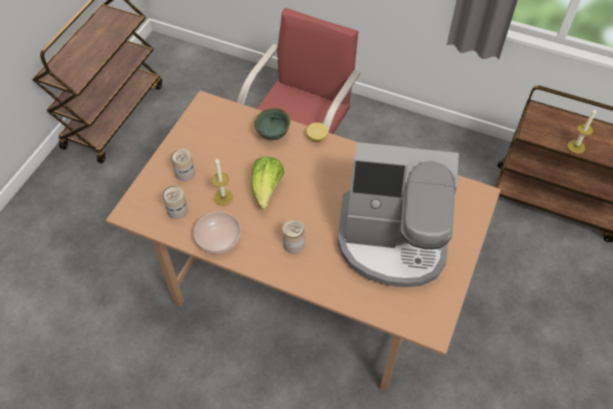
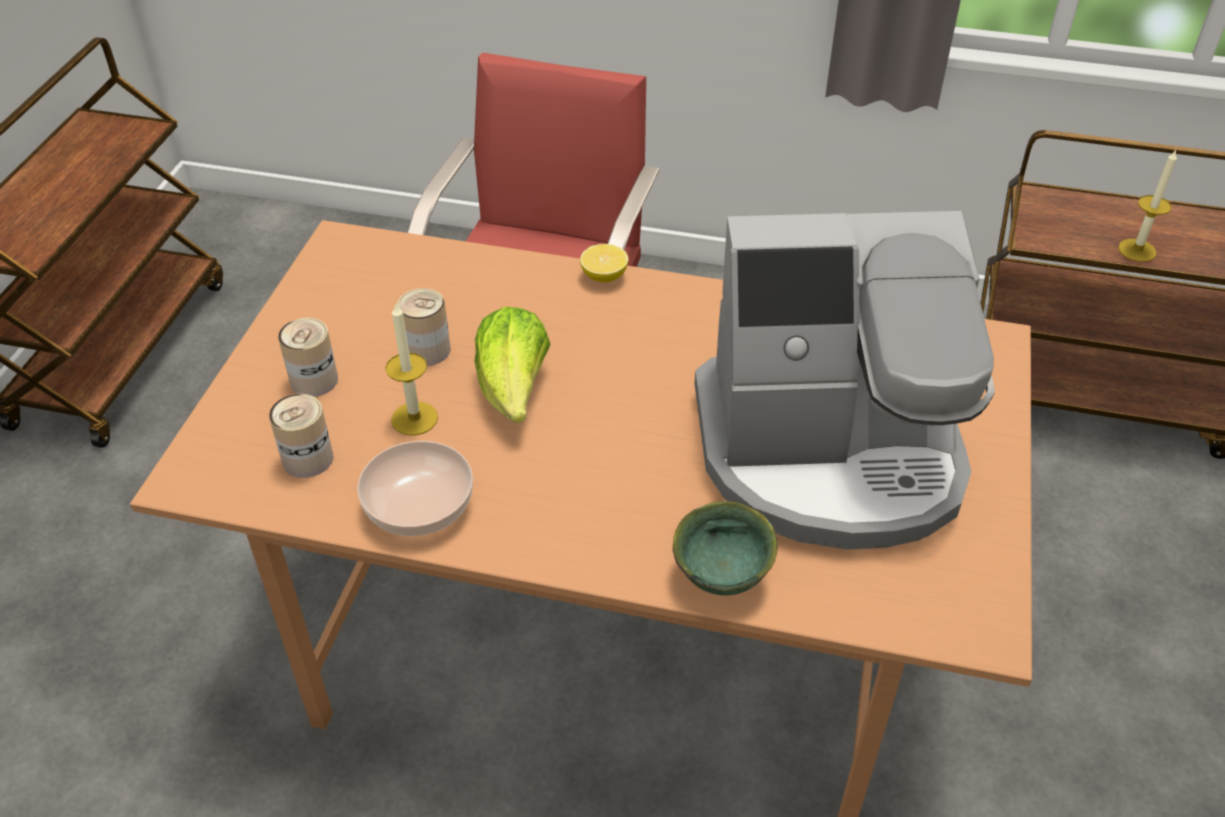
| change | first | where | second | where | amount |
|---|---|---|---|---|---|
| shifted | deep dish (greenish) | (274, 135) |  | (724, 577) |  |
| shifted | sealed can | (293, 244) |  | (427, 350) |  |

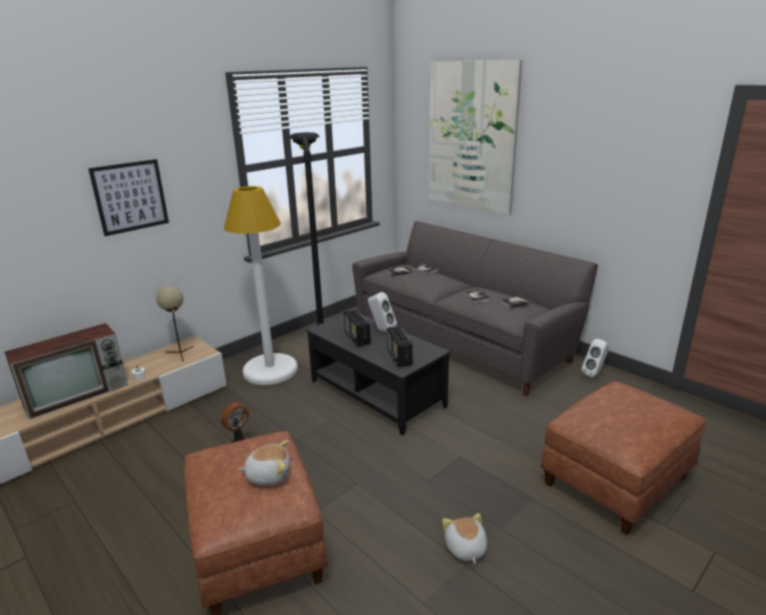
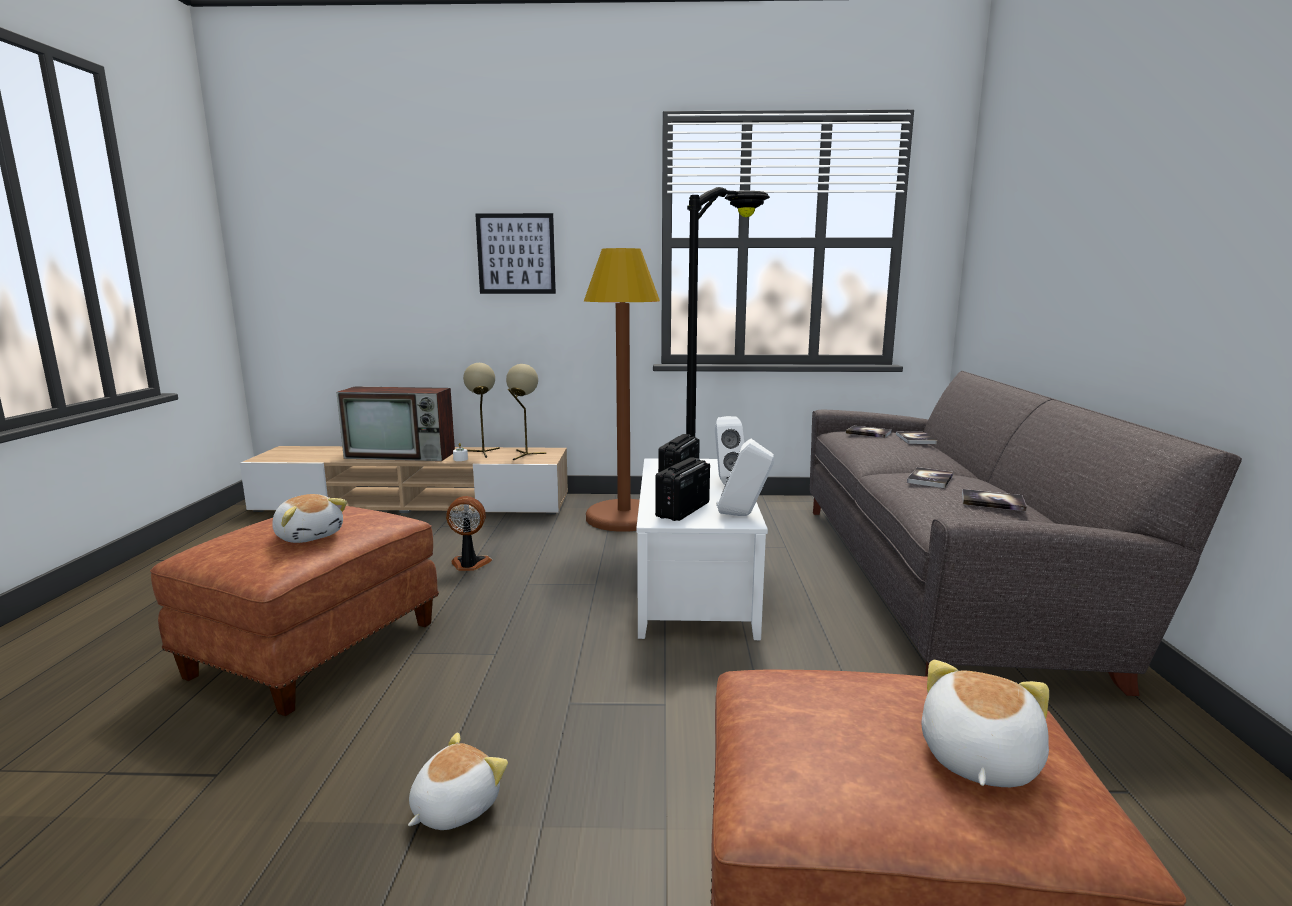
| change | first | where | second | where | amount |
|---|---|---|---|---|---|
| repainted | standard lamp (white-coloured) | (270, 370) | standard lamp (brown) | (624, 517) |  |
| repainted | coffee table (black-coloured) | (377, 393) | coffee table (white-coloured) | (696, 584) |  |
| gone | wall picture | (471, 137) |  |  |  |
| shifted | loudspeaker (white-coloured) | (595, 374) |  | (743, 515) |  |
| new |  |  | lamp for a table (sand-coloured) | (484, 452) |  |
| new |  |  | soft toy | (976, 758) |  |

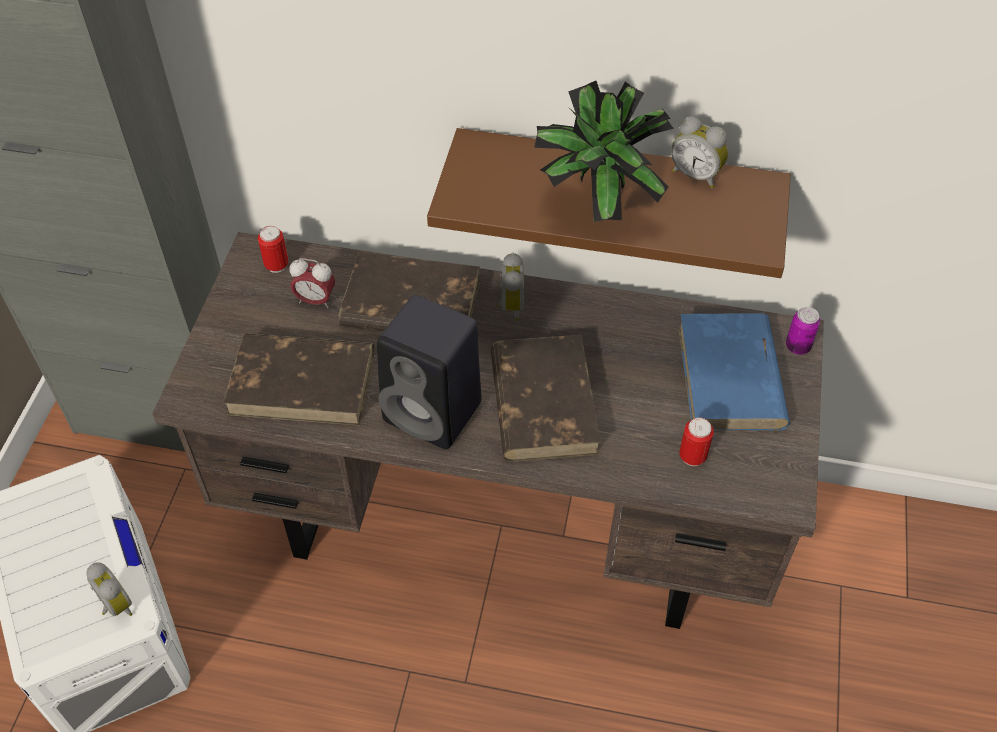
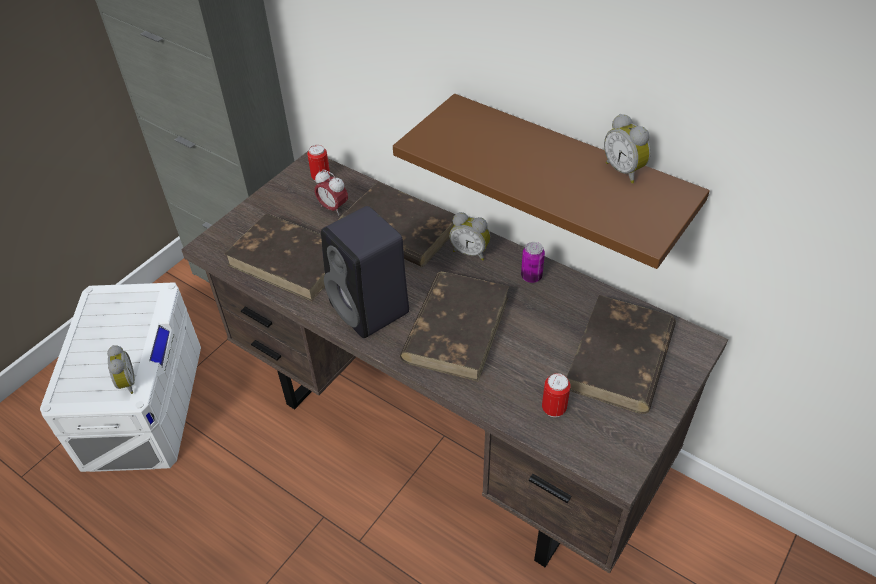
| change | first | where | second | where | amount |
|---|---|---|---|---|---|
| rotated | alarm clock | (509, 306) |  | (470, 252) | 90 degrees clockwise |
| gone | houseplant | (595, 206) |  |  |  |
| repainted | bound book (blue-coloured) | (730, 378) | bound book (brown) | (620, 359) |  |
| shifted | sealed can | (797, 346) |  | (531, 277) |  |

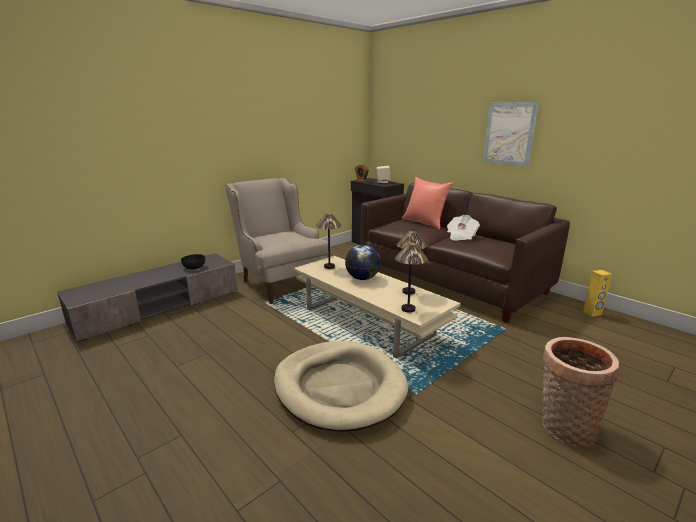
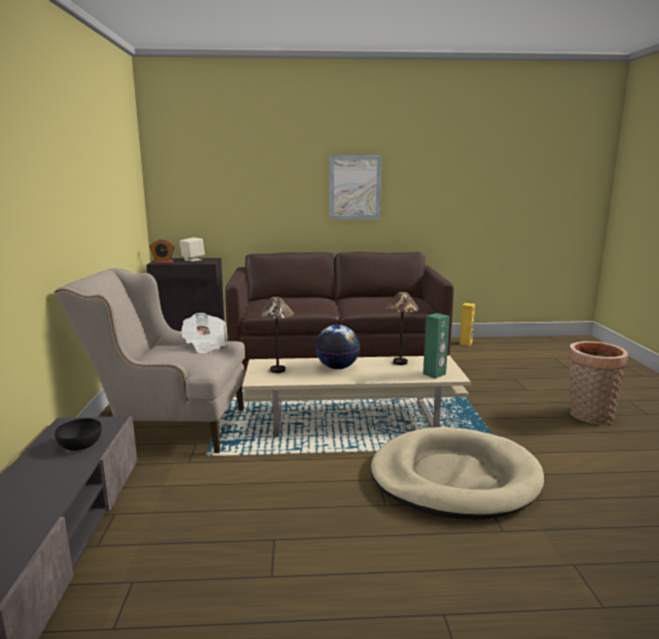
| change | first | where | second | where | amount |
|---|---|---|---|---|---|
| swapped | lamp for a table | (408, 309) | loudspeaker (greenish) | (434, 374) |  |
| gone | pillow (reddish) | (424, 223) |  |  |  |
| shifted | daily paper | (461, 236) |  | (205, 345) |  |

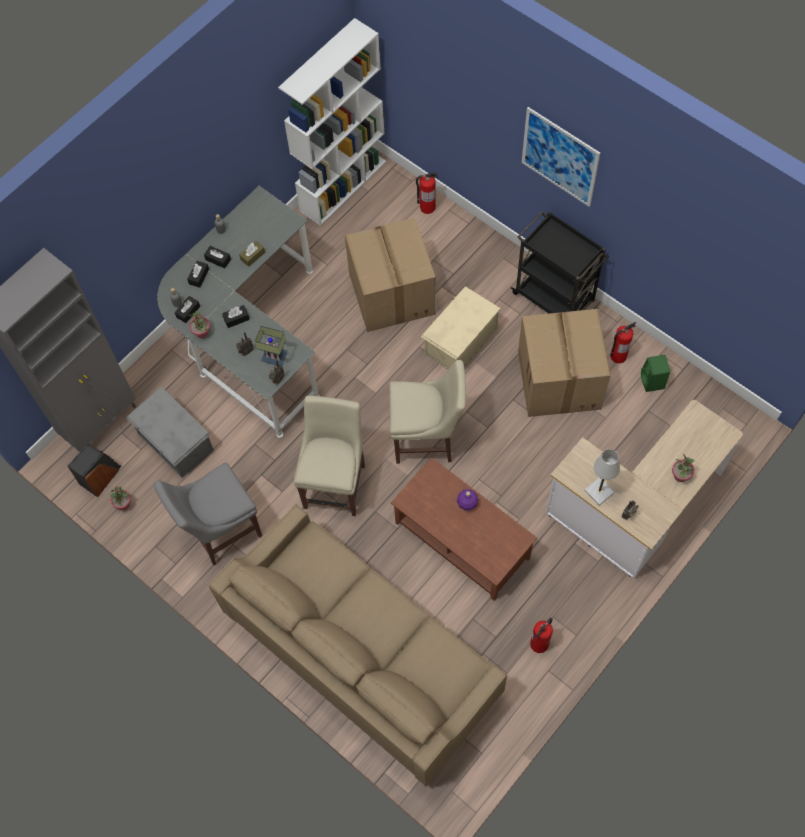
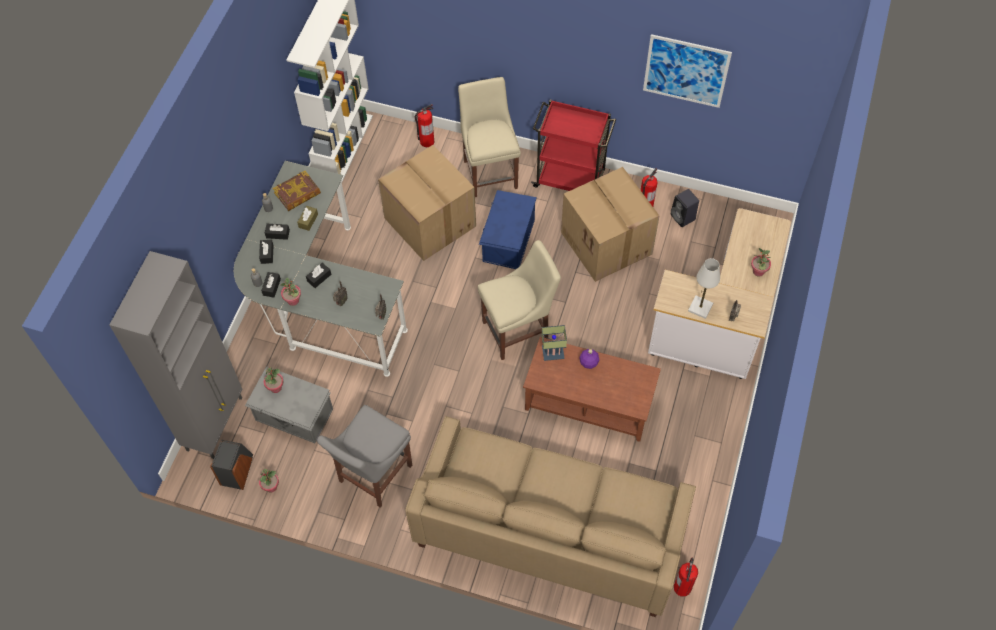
| change | first | where | second | where | amount |
|---|---|---|---|---|---|
| shifted | lamp for a table | (273, 357) |  | (552, 354) |  |
| shifted | upright chair (sand-coloured) | (336, 483) |  | (490, 171) |  |
| repainted | storage bin (sand-coloured) | (459, 341) | storage bin (blue-coloured) | (507, 241) |  |
| repainted | wheeled cart (black-coloured) | (554, 298) | wheeled cart (reddish) | (570, 179) |  |
| shifted | wall picture | (559, 157) |  | (686, 71) |  |
| shifted | fire-fighting cylinder | (539, 643) |  | (682, 587) |  |
| repainted | loudspeaker (greenish) | (653, 382) | loudspeaker (black-coloured) | (683, 217) |  |
| new |  |  | houseplant | (275, 387) |  |
| new |  |  | bound book | (297, 193) |  |

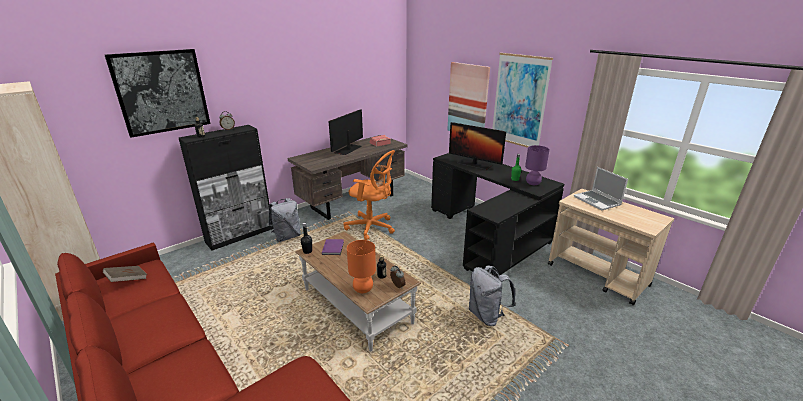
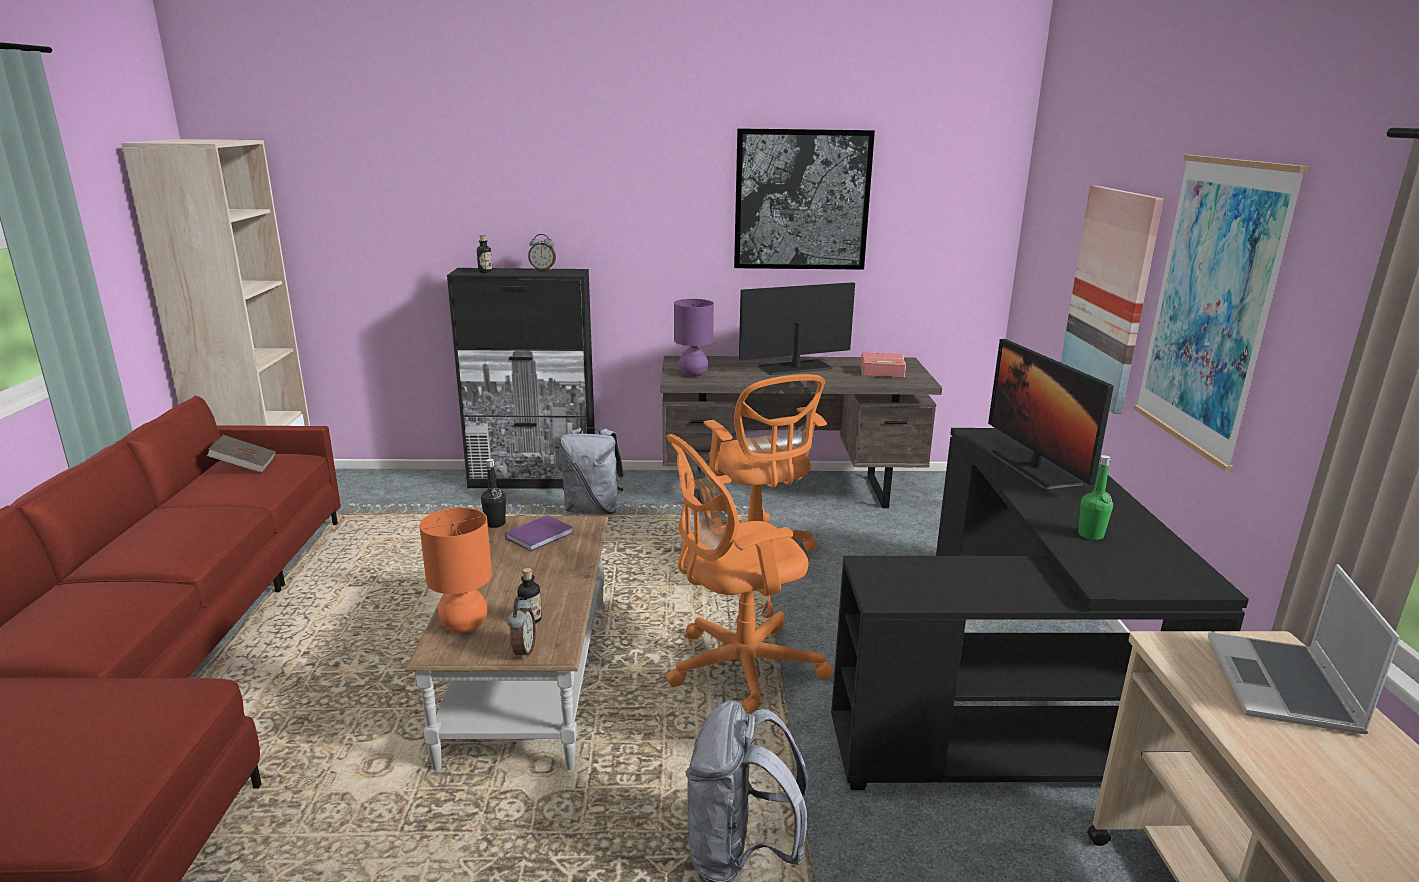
| change | first | where | second | where | amount |
|---|---|---|---|---|---|
| shifted | wall picture | (162, 92) |  | (802, 200) |  |
| shifted | lamp for a table (purplish) | (533, 183) |  | (693, 374) |  |
| new |  |  | desk chair (orangey) | (737, 668) |  |

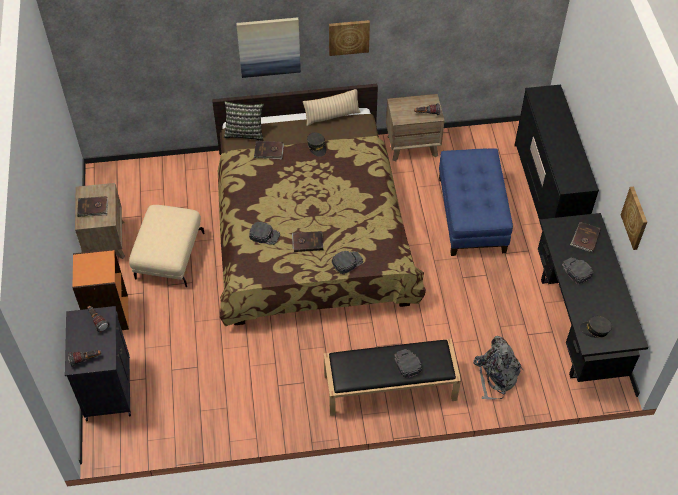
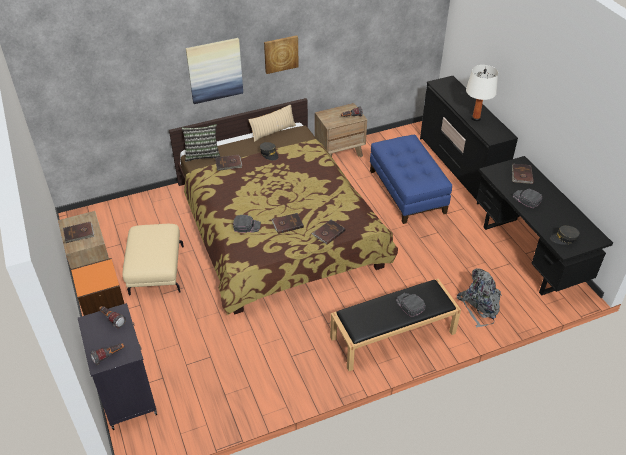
| change | first | where | second | where | amount |
|---|---|---|---|---|---|
| swapped | peaked cap (black-coloured) | (347, 262) | bound book (brown) | (328, 233) |  |
| gone | wall picture | (635, 218) |  |  |  |
| new |  |  | lamp for a table (white-coloured) | (476, 118) |  |

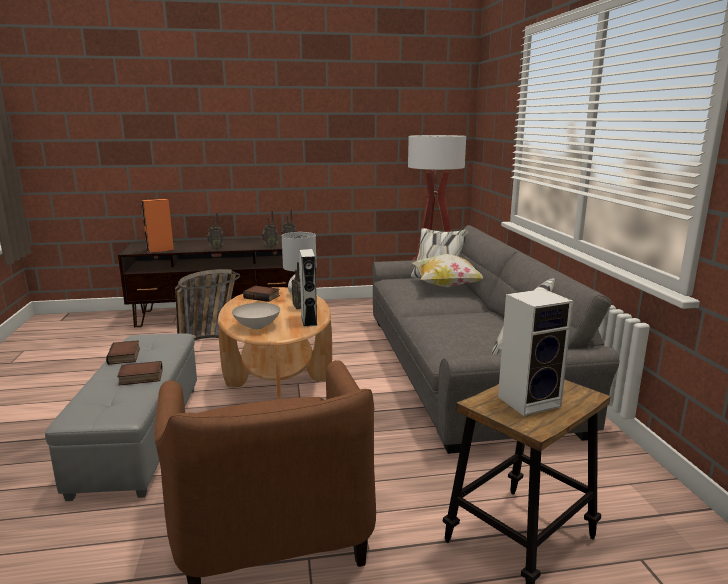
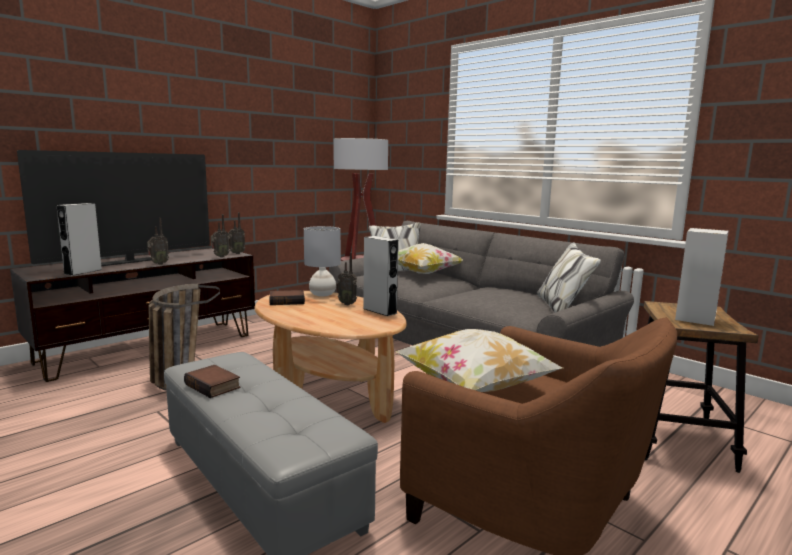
| change | first | where | second | where | amount |
|---|---|---|---|---|---|
| gone | bound book | (140, 378) |  |  |  |
| repainted | loudspeaker (orangey) | (160, 250) | loudspeaker (grey) | (83, 272) |  |
| gone | deep dish (white-coloured) | (256, 326) |  |  |  |
| new |  |  | TV | (130, 261) |  |
| new |  |  | pillow | (475, 388) |  |

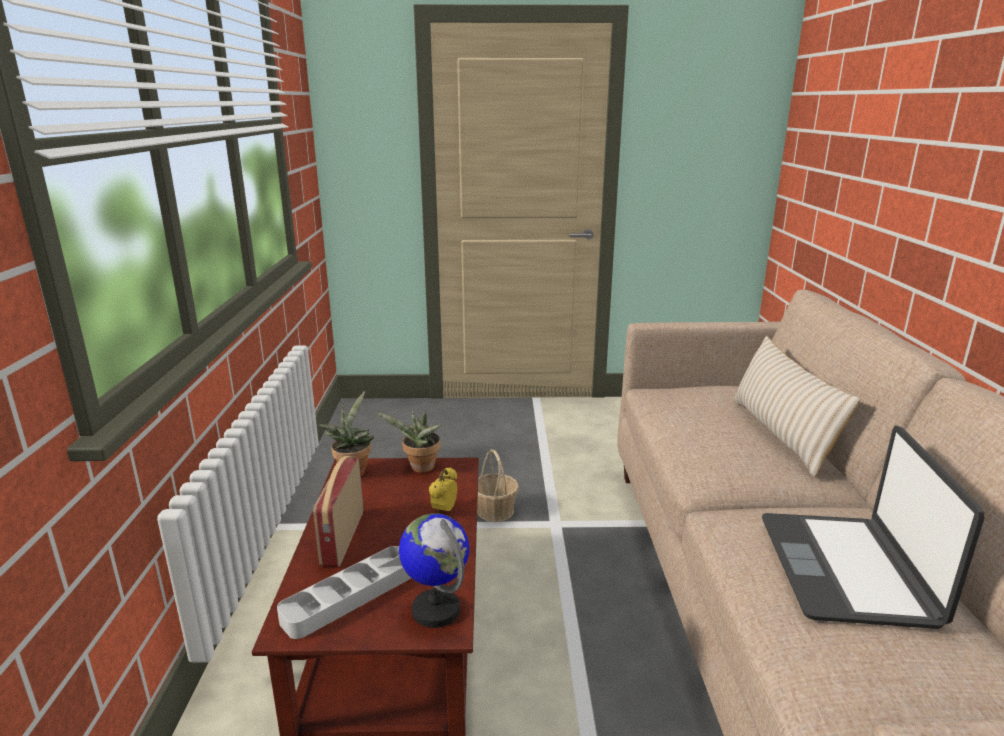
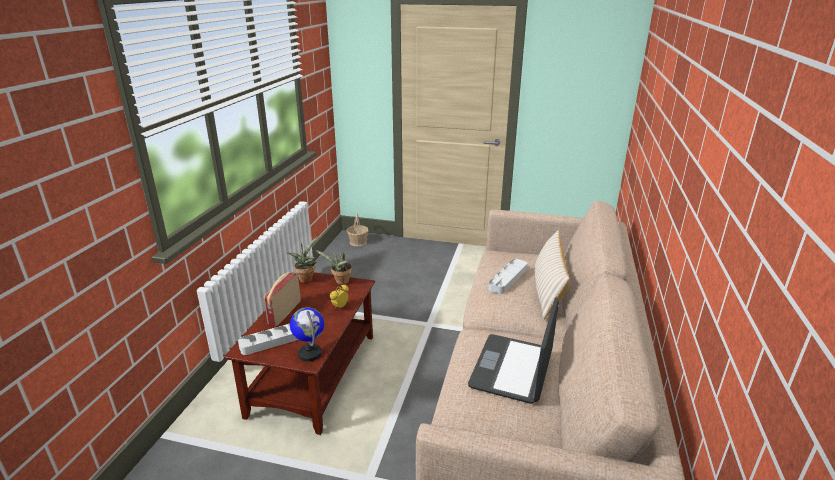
| change | first | where | second | where | amount |
|---|---|---|---|---|---|
| shifted | storage basket | (495, 511) |  | (358, 242) |  |
| new |  |  | carrying tray (grey) | (508, 279) |  |

